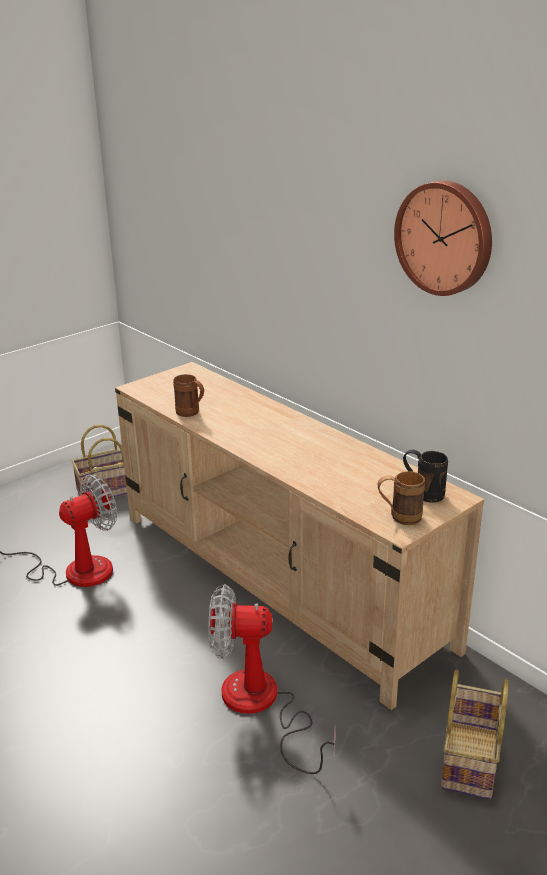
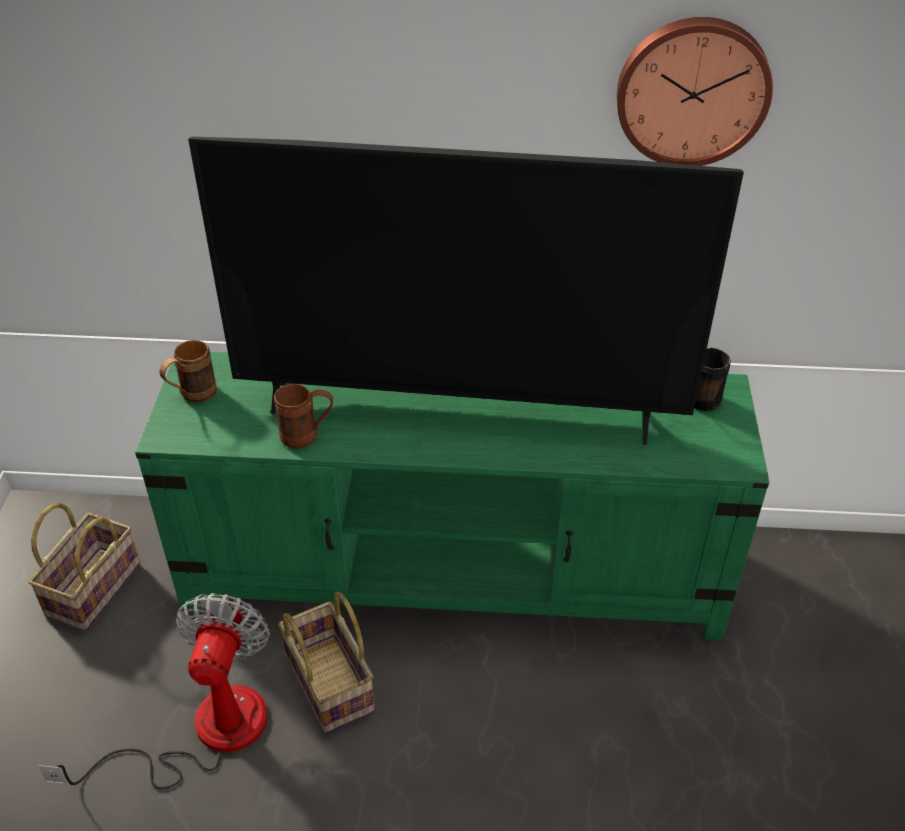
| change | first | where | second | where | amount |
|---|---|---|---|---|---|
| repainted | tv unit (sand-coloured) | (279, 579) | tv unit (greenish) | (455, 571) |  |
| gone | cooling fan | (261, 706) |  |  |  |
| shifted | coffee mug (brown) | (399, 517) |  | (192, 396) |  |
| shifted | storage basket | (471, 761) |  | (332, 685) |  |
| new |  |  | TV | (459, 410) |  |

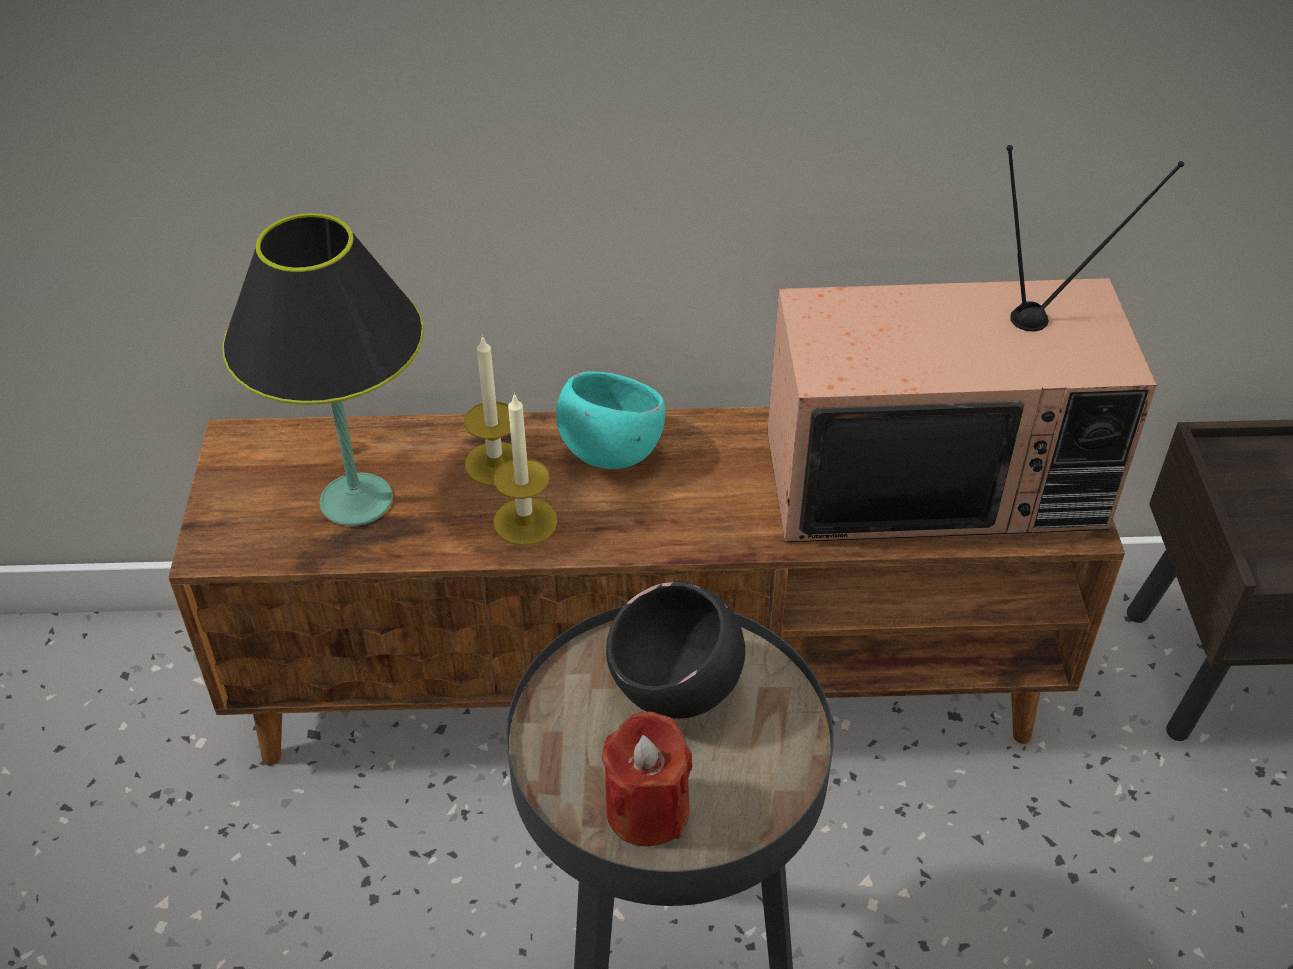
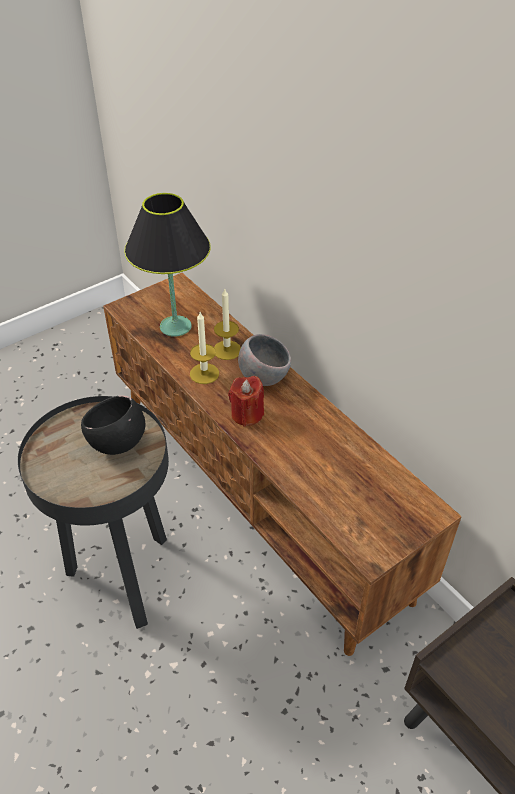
| change | first | where | second | where | amount |
|---|---|---|---|---|---|
| repainted | deep dish (turquoise-coloured) | (610, 453) | deep dish (grey) | (263, 377) |  |
| shifted | candle (reddish) | (647, 810) |  | (247, 414) |  |
| gone | TV | (936, 475) |  |  |  |

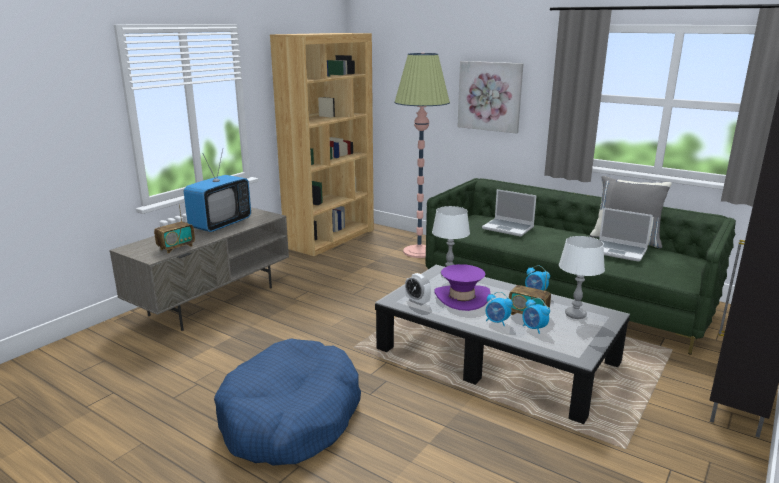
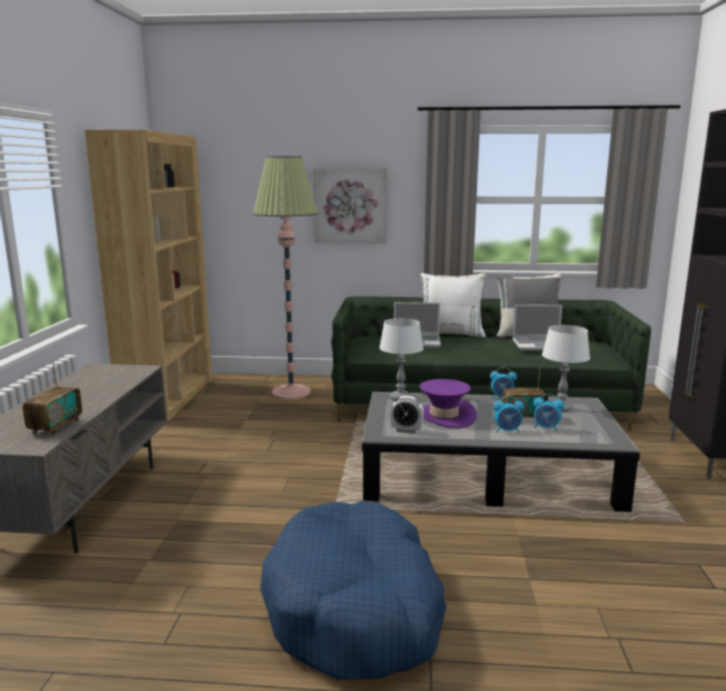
| change | first | where | second | where | amount |
|---|---|---|---|---|---|
| gone | TV | (220, 224) |  |  |  |
| new |  |  | pillow (white-coloured) | (451, 334) |  |

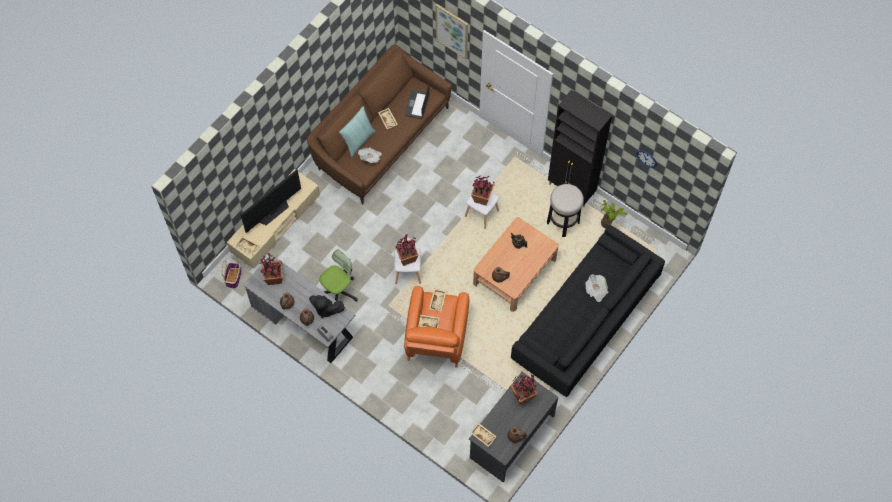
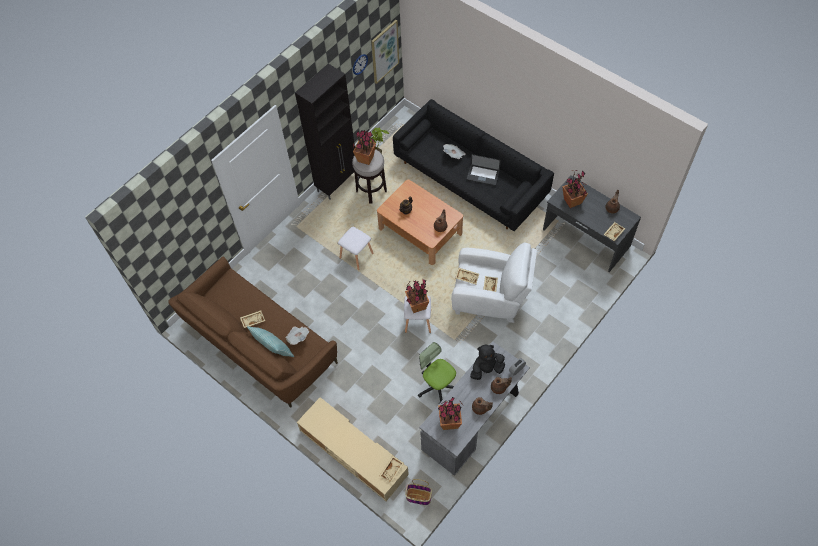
| change | first | where | second | where | amount |
|---|---|---|---|---|---|
| gone | TV | (273, 212) |  |  |  |
| rotated | soft toy (black-coloured) | (326, 309) |  | (486, 369) | 135 degrees counterclockwise |
| shifted | portable computer | (416, 105) |  | (483, 175) |  |
| repainted | easy chair (orangey) | (436, 339) | easy chair (white-coloured) | (490, 297) |  |
| shifted | wall picture | (452, 31) |  | (384, 51) |  |
| shifted | houseplant | (482, 198) |  | (365, 158) |  |

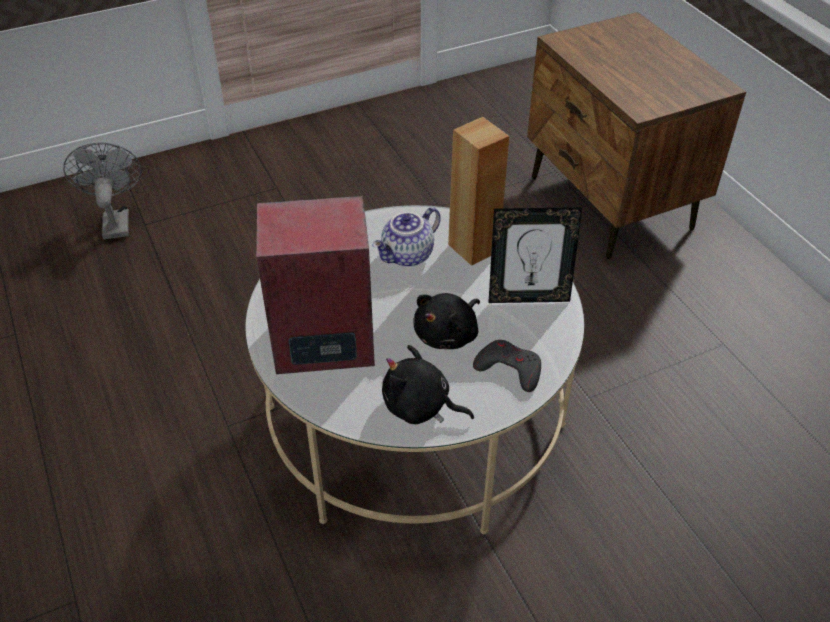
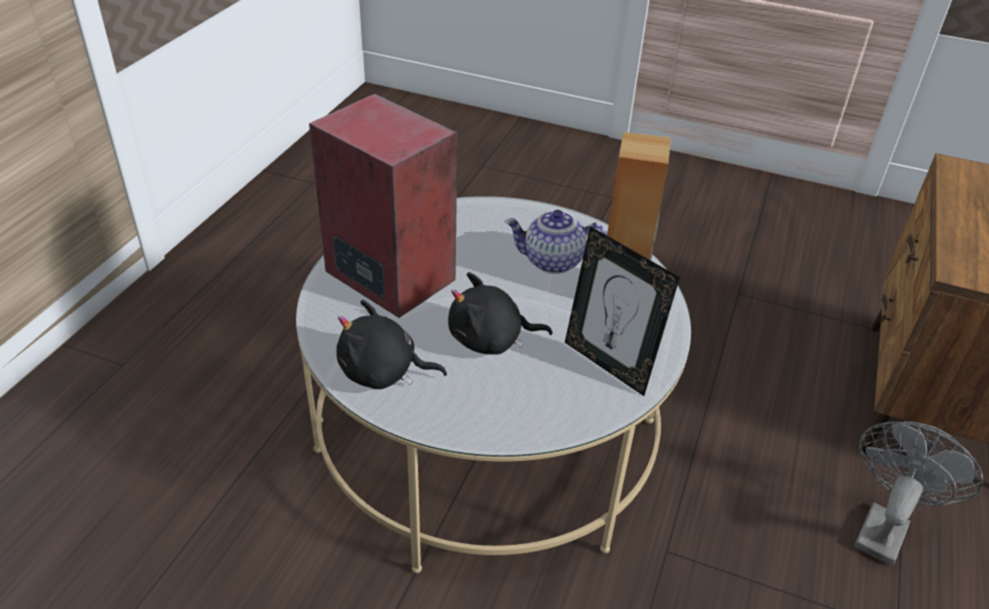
| change | first | where | second | where | amount |
|---|---|---|---|---|---|
| shifted | cooling fan (grey) | (115, 221) |  | (883, 526) |  |
| rotated | soft toy (black-coloured) | (420, 407) |  | (383, 373) | 60 degrees counterclockwise |
| gone | gamepad (grey) | (509, 369) |  |  |  |

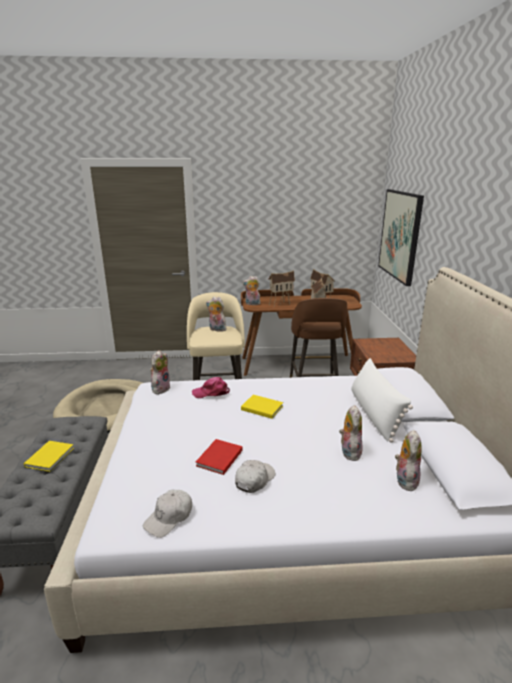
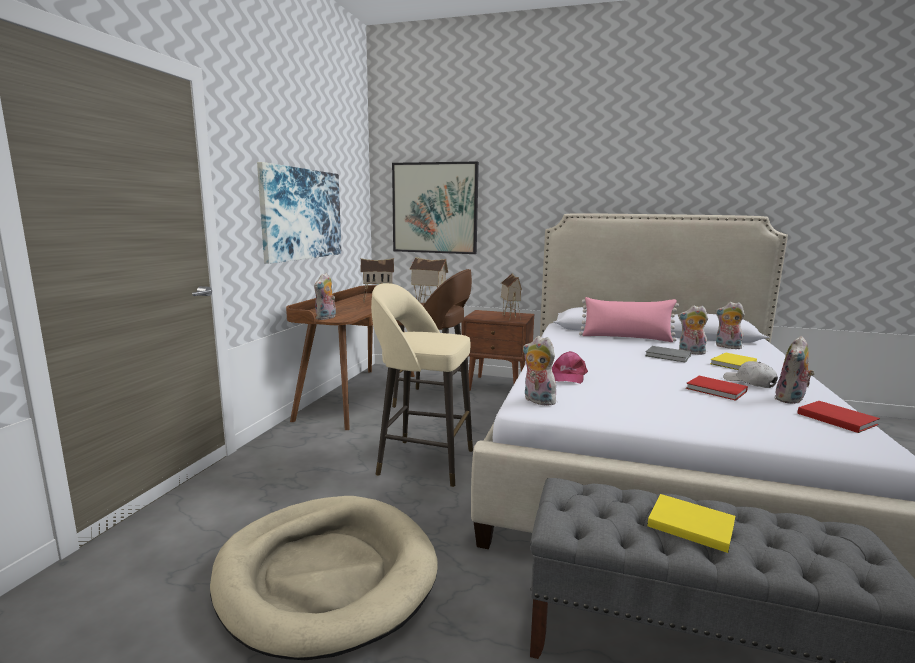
| change | first | where | second | where | amount |
|---|---|---|---|---|---|
| swapped | peaked cap (white-coloured) | (169, 518) | bound book (reddish) | (835, 418) |  |
| shifted | soft toy | (216, 329) |  | (791, 400) |  |
| shifted | bound book (yellowish) | (261, 407) |  | (732, 363) |  |
| shifted | miniature house | (280, 304) |  | (510, 317) |  |
| repainted | pillow (white-coloured) | (374, 414) | pillow (pink-coloured) | (626, 338) |  |
| new |  |  | wall picture | (302, 214) |  |
| new |  |  | bound book (grey) | (668, 356) |  |

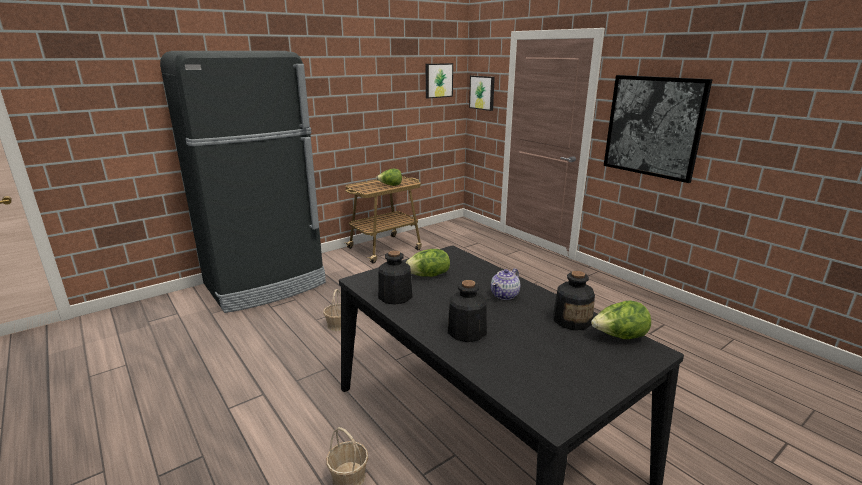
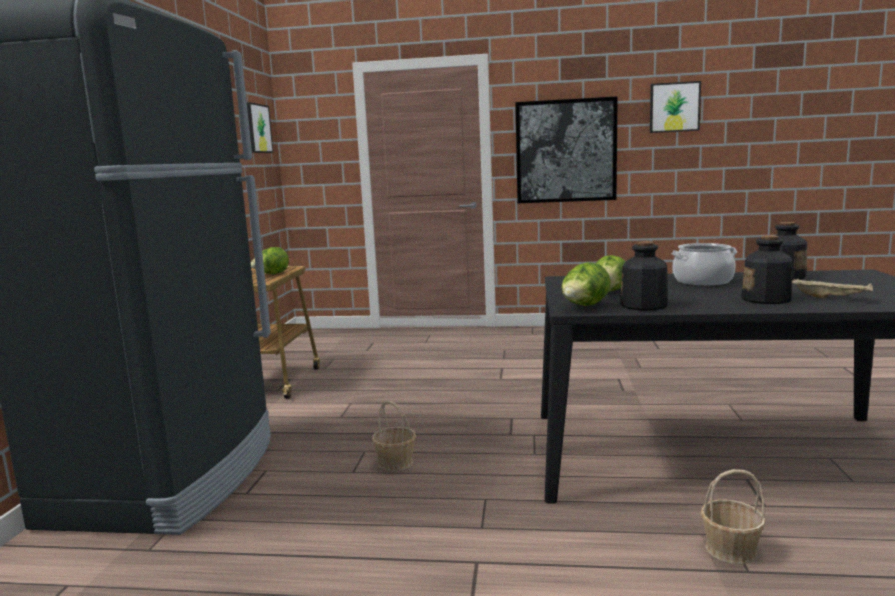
| change | first | where | second | where | amount |
|---|---|---|---|---|---|
| shifted | wall picture | (482, 92) |  | (674, 107) |  |
| swapped | tea pot | (505, 295) | stockpot | (703, 281) |  |
| shifted | lettuce | (619, 337) |  | (584, 307) |  |
| new |  |  | carrying tray (sand-coloured) | (830, 298) |  |

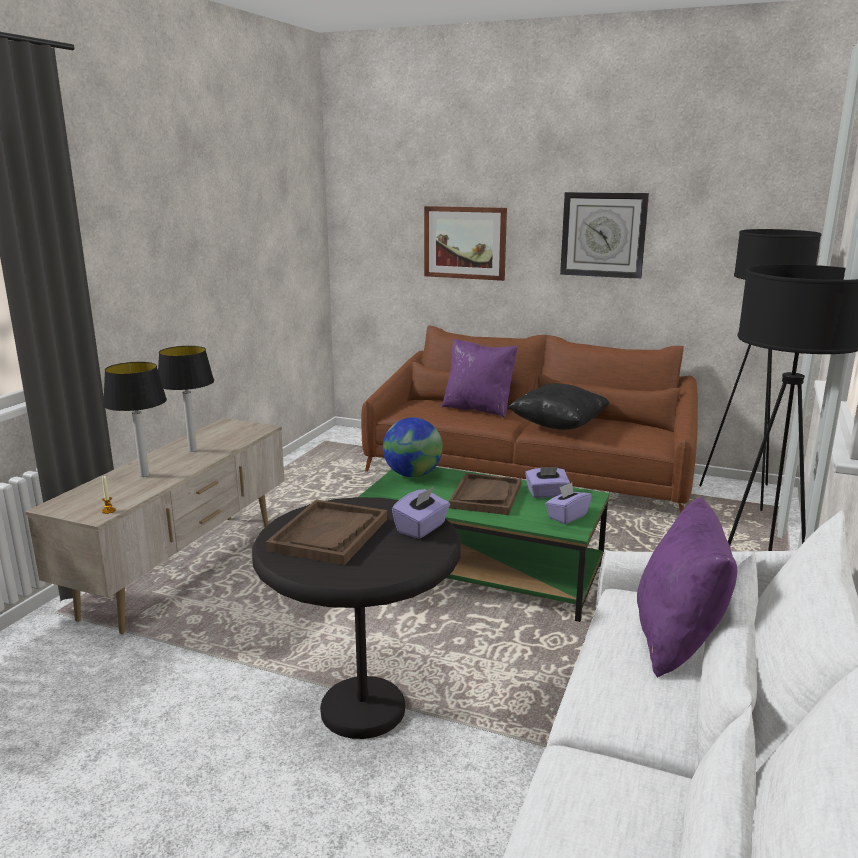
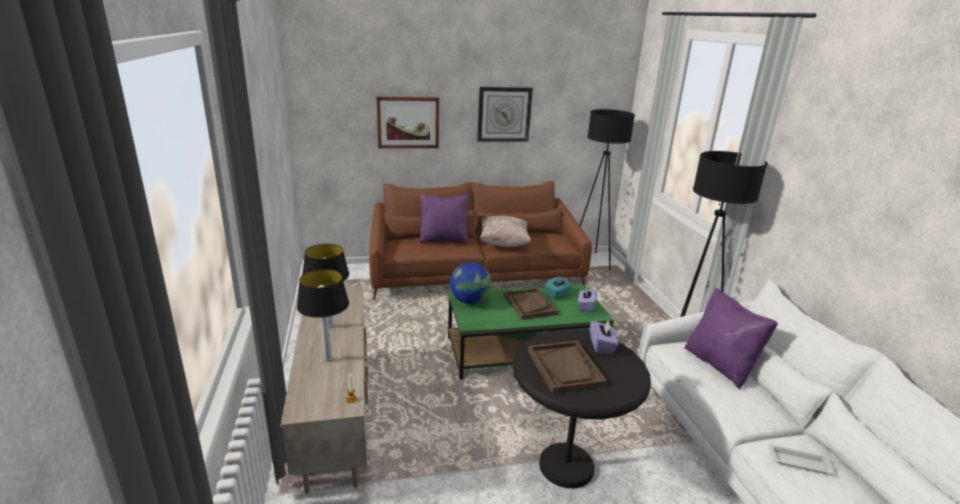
| change | first | where | second | where | amount |
|---|---|---|---|---|---|
| repainted | pillow (black-coloured) | (558, 425) | pillow (sand-coloured) | (503, 243) |  |
| repainted | tissue box (purplish) | (546, 494) | tissue box (turquoise-coloured) | (557, 294) |  |
| new |  |  | carrying tray (white-coloured) | (800, 463) |  |

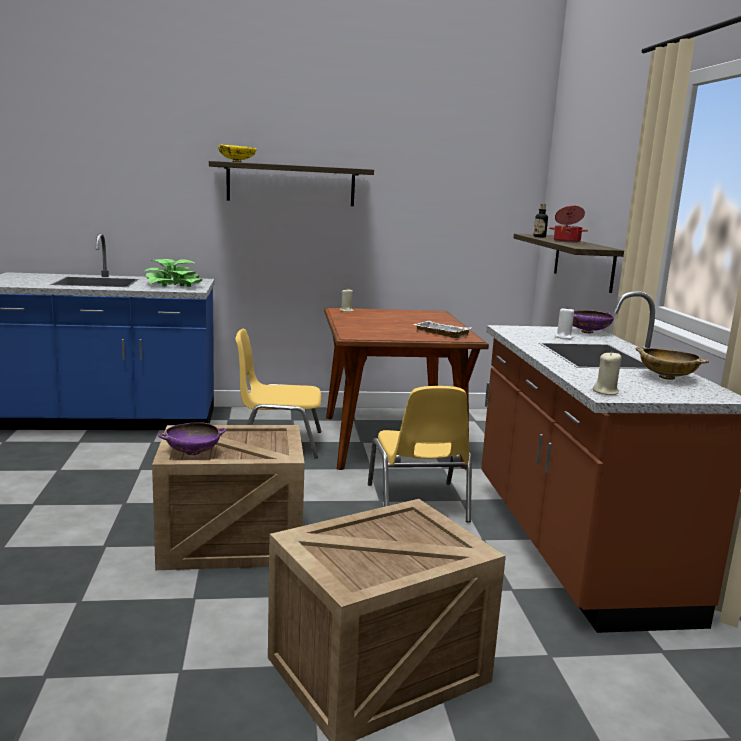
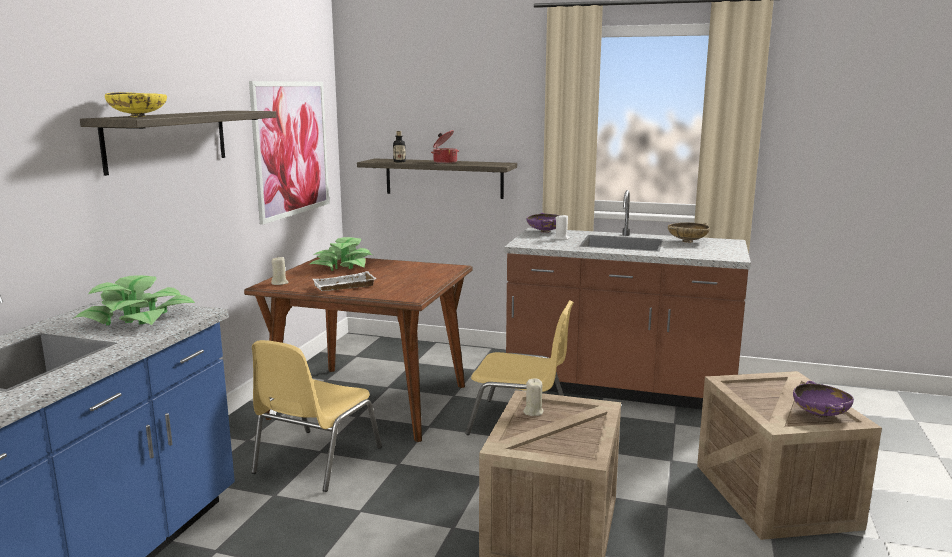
| change | first | where | second | where | amount |
|---|---|---|---|---|---|
| shifted | deep dish (purplish) | (193, 453) |  | (820, 414) |  |
| shifted | carrying tray (white-coloured) | (440, 333) |  | (344, 287) |  |
| shifted | candle (sand-coloured) | (606, 392) |  | (533, 412) |  |
| new |  |  | wall picture | (291, 148) |  |
| new |  |  | houseplant | (343, 266) |  |

